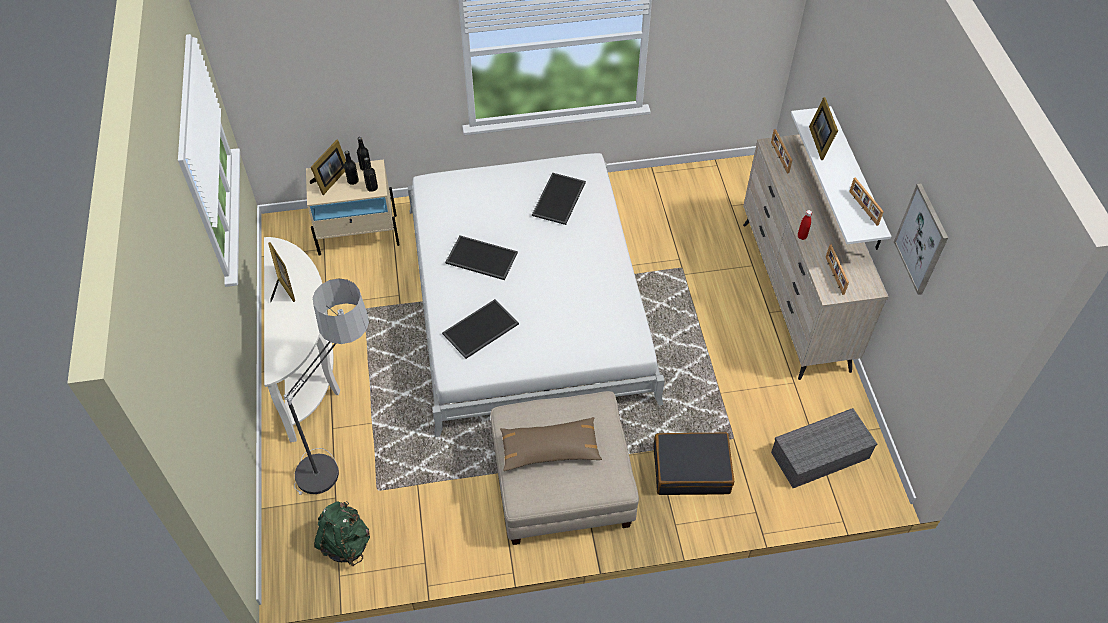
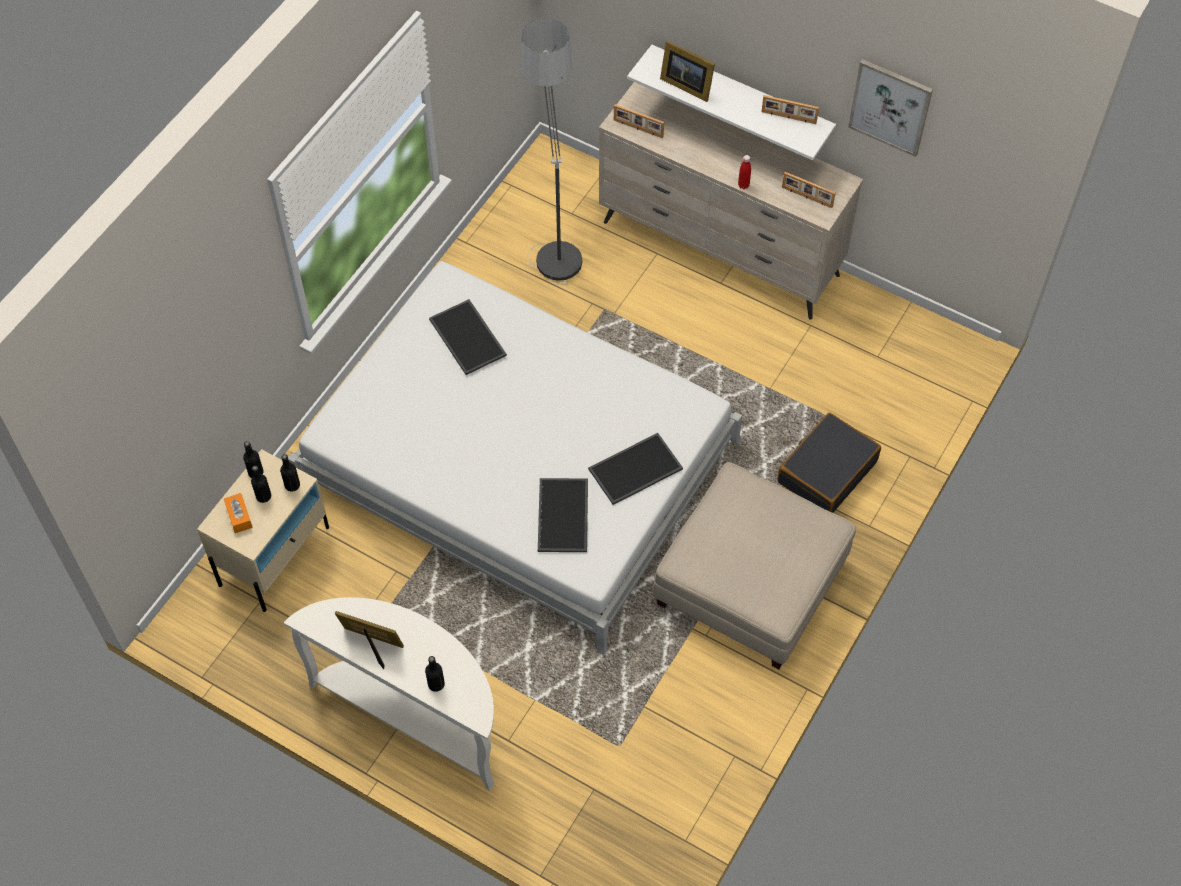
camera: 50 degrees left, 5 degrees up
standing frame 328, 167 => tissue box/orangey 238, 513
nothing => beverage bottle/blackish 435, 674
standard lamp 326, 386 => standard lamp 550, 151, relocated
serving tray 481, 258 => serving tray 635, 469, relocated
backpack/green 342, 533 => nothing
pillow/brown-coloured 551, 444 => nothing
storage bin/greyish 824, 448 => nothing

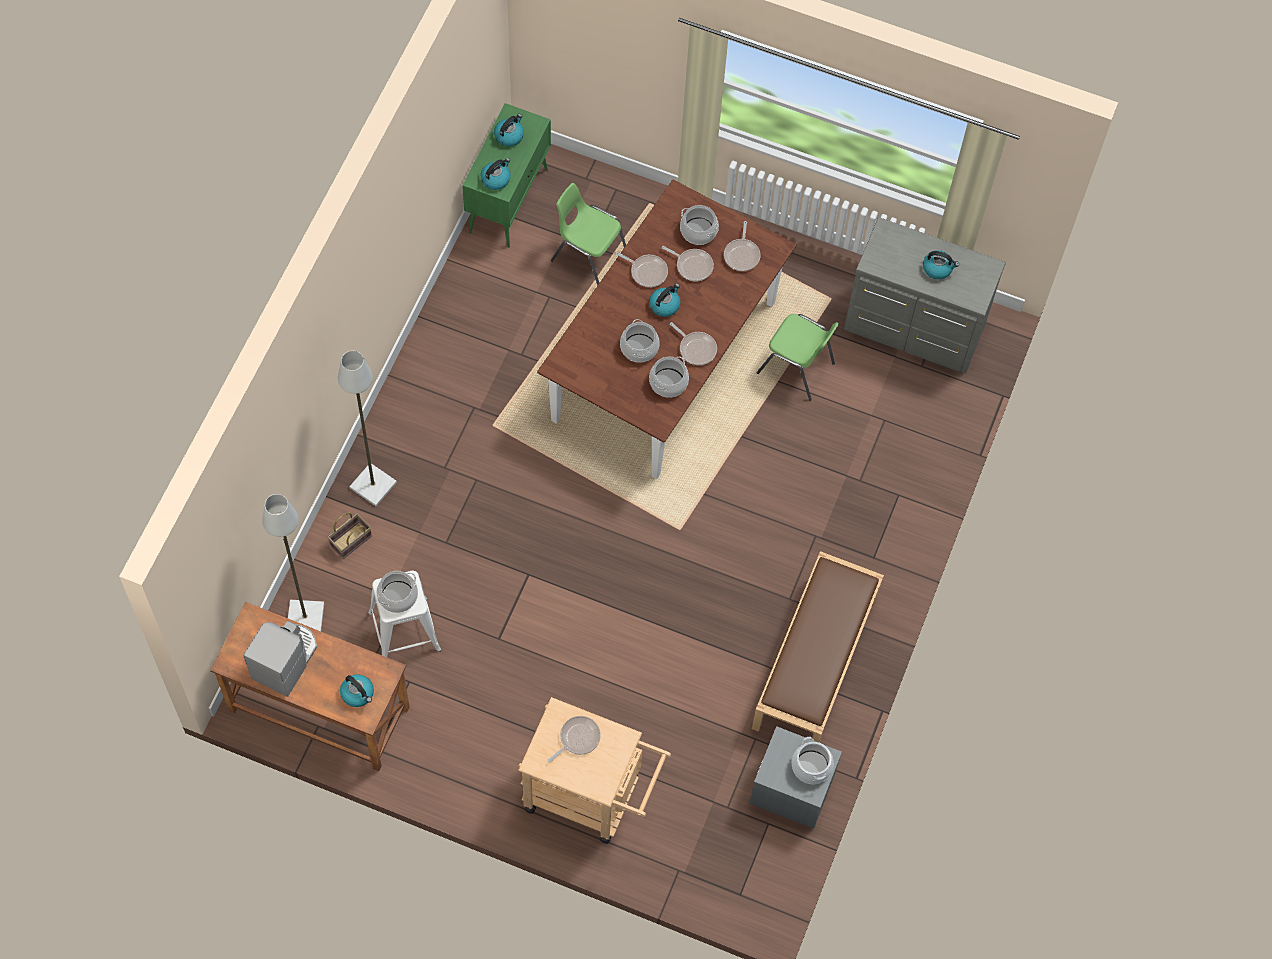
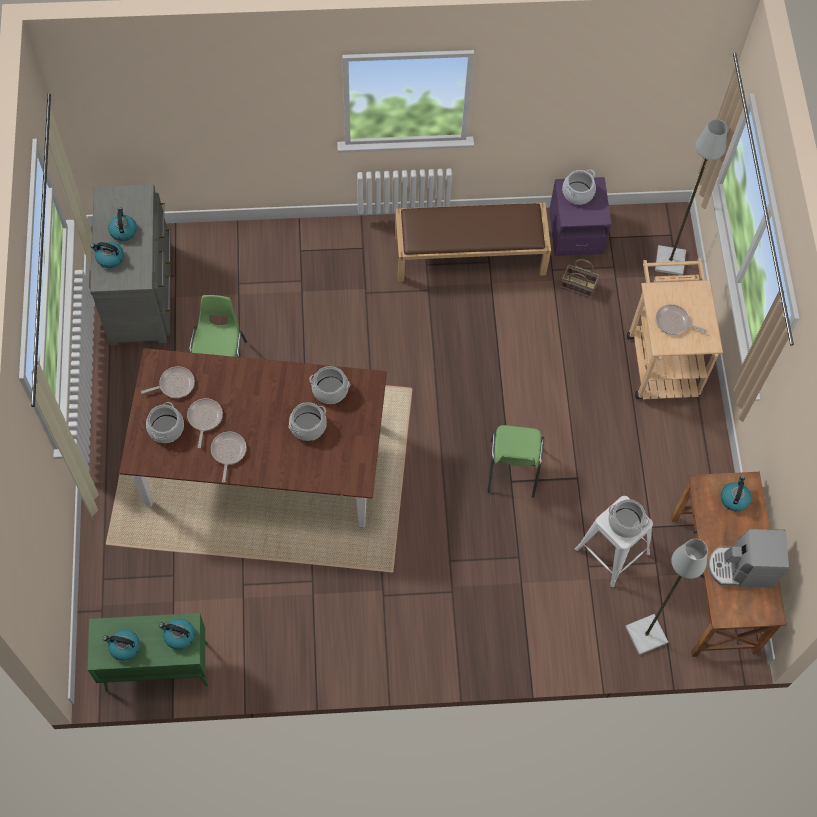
camera: 115 degrees left, 0 degrees up
water kettle 664, 300 => water kettle 107, 255, relocated
chair/green 588, 234 => chair/green 515, 461, relocated
nightstand/greyish 795, 777 => nightstand/purple 580, 216
household basket 350, 535 => household basket 580, 278, relocated
standard lamp/greyish 367, 428 => standard lamp/greyish 691, 197, relocated
skillet 693, 343 => nothing

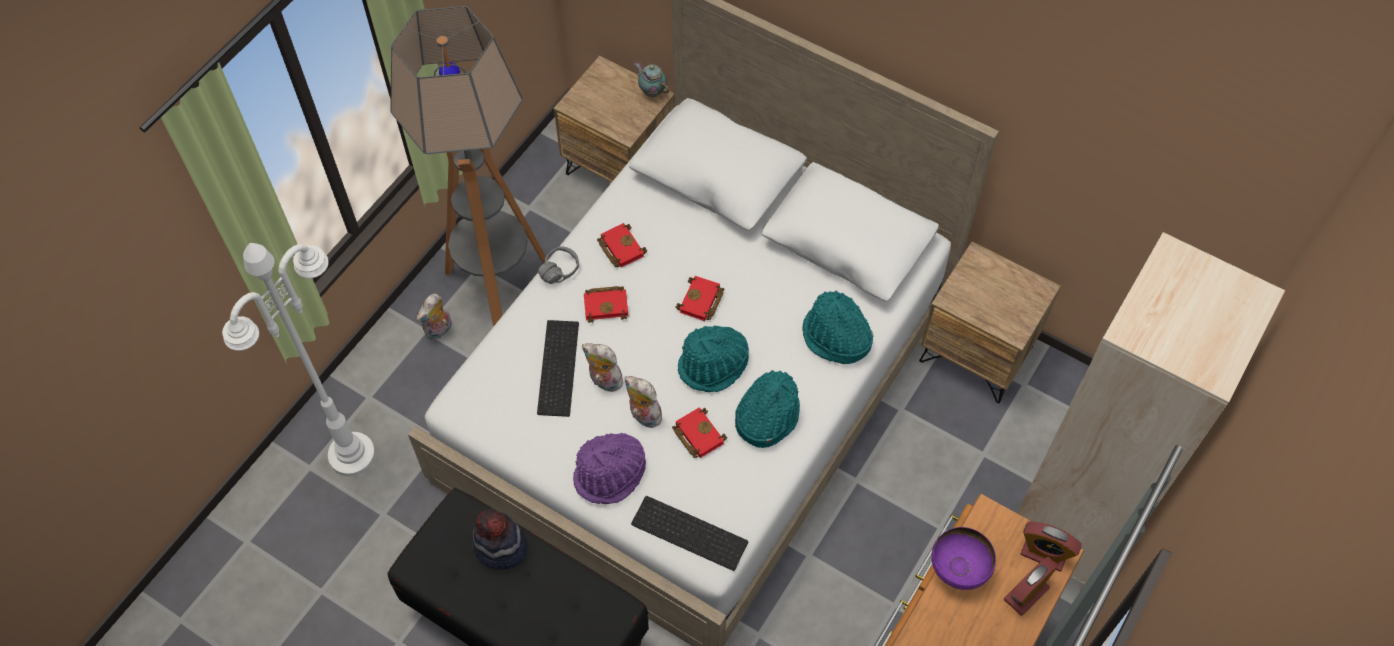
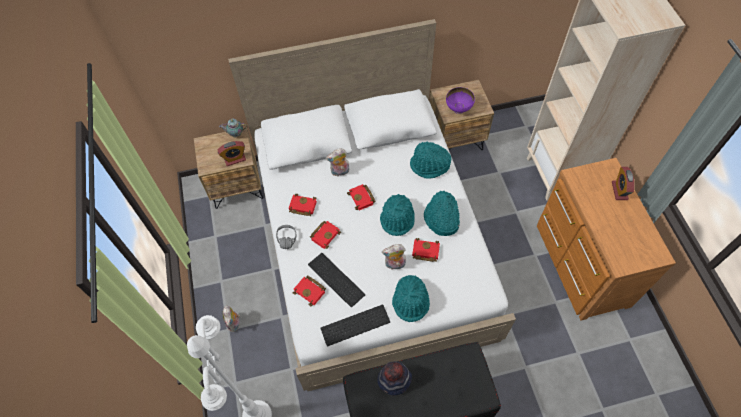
camera: 45 degrees left, 0 degrees up
table clock 1051, 546 => table clock 232, 153, relocated
nothing => bound book/reddish 309, 290
computer keyboard 689, 533 => computer keyboard 355, 325, relocated
cuddly toy 602, 367 => cuddly toy 338, 162, relocated
wearable hat/purple 609, 468 => wearable hat/turquoise 411, 298
serving bowl/purple 963, 558 => serving bowl/purple 460, 100, relocated
standard lamp 468, 166 => nothing

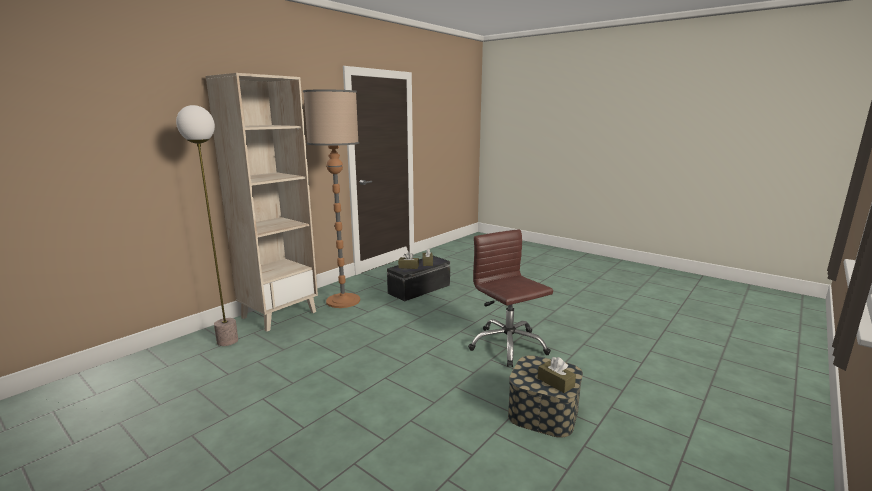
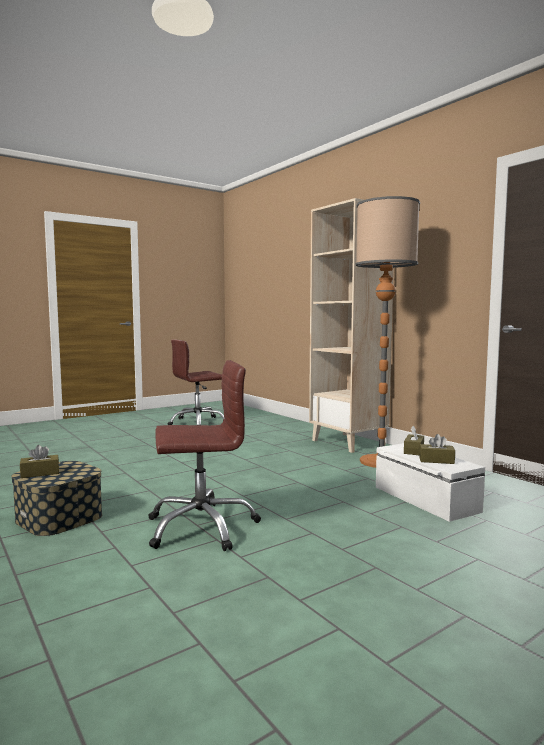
camera: 105 degrees right, 10 degrees down
nothing => desk chair/brown-coloured 196, 382
storage bin/blackish 418, 279 => storage bin/whitish 430, 482
standard lamp 207, 225 => nothing

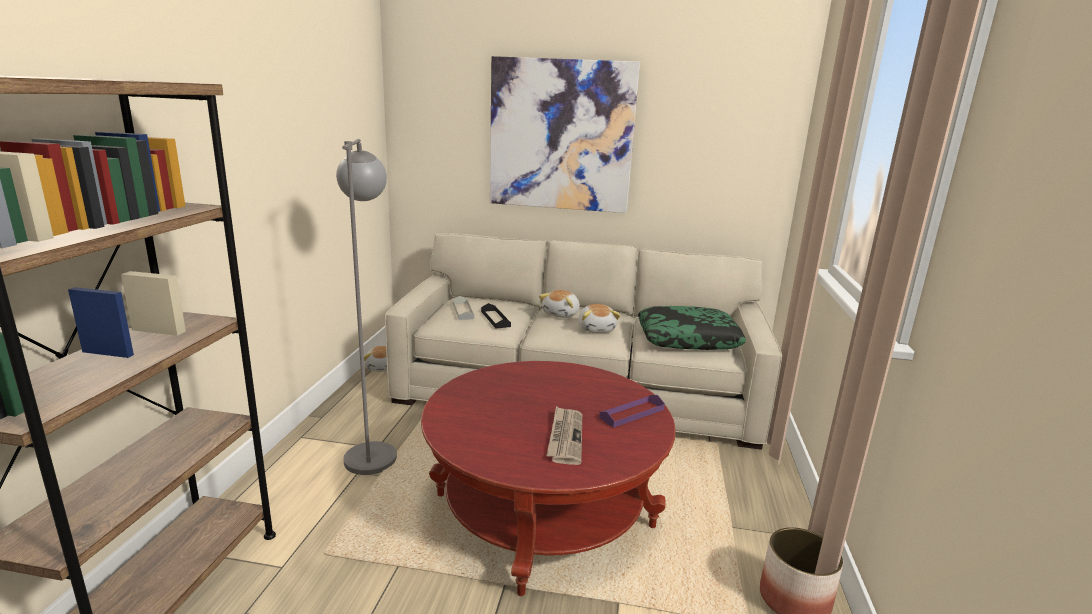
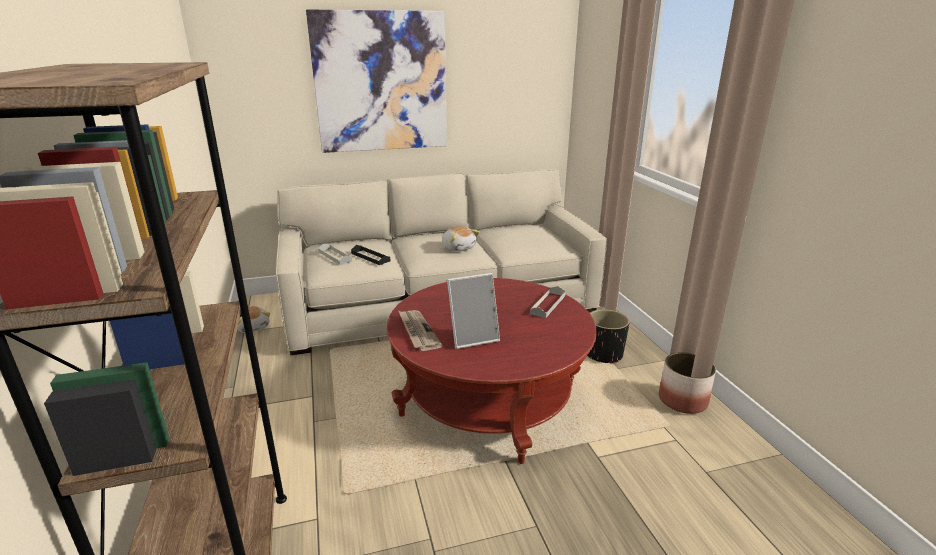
camera: 25 degrees left, 5 degrees up
daily paper 564, 435 => daily paper 421, 330, relocated
nothing => standing frame 473, 311
serving tray/purple 632, 411 => serving tray/greyish 548, 302
nothing => flower pot/blackish 608, 336
standard lamp/greyish 366, 307 => nothing
cuddly toy 559, 304 => nothing
pillow 692, 328 => nothing

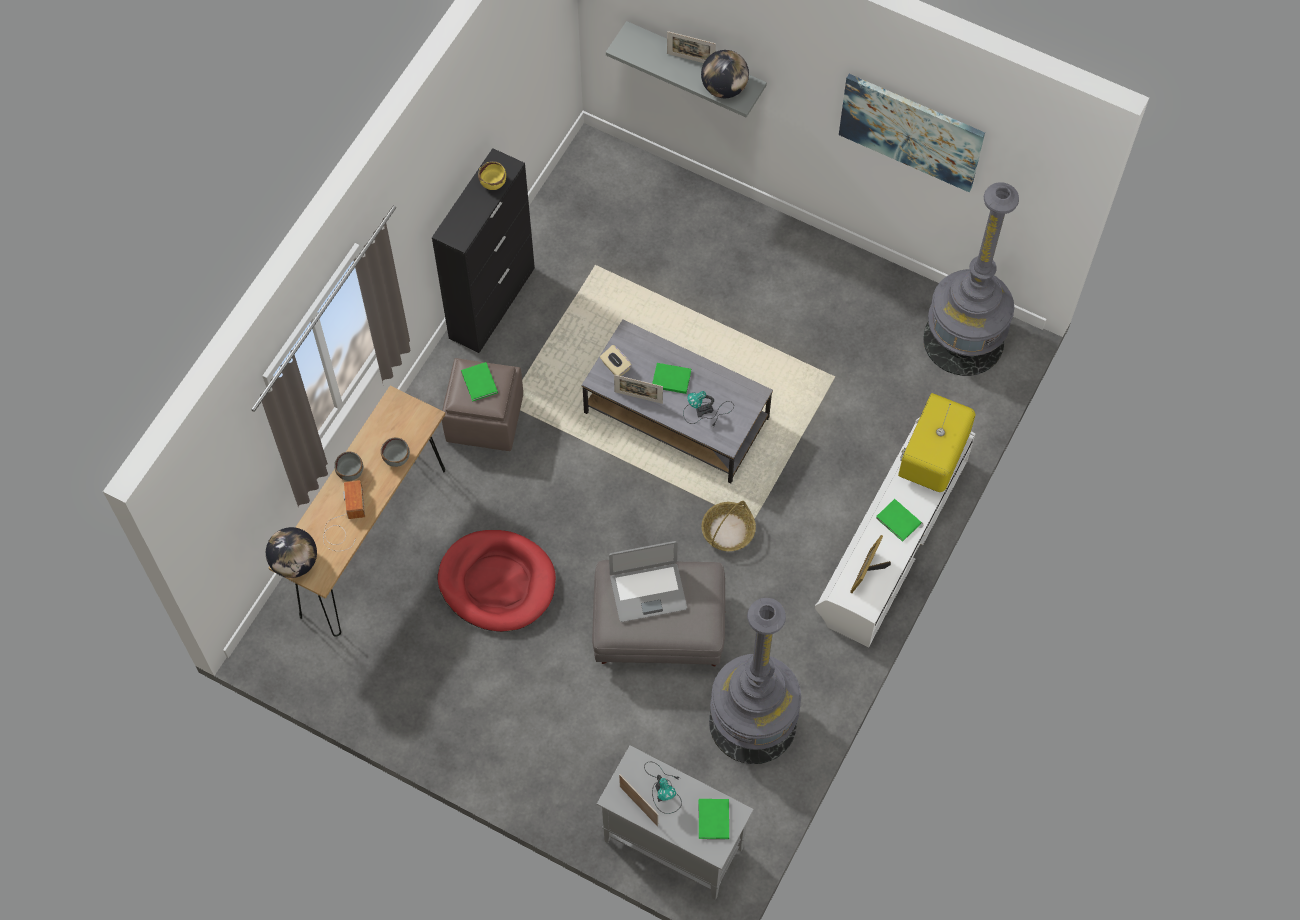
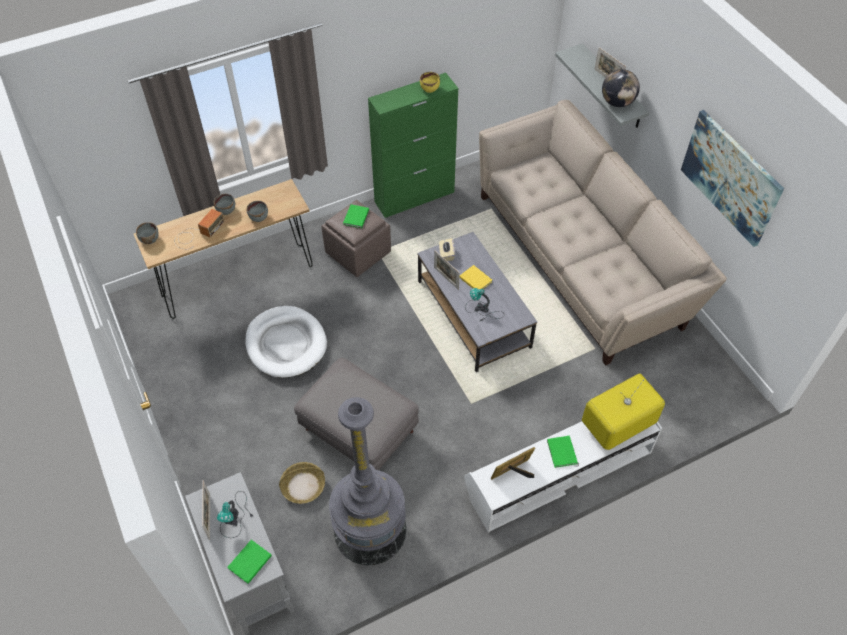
camera: 35 degrees right, 10 degrees down
world globe 291, 552 => serving bowl/greyish 147, 233
dog bed/reddish 497, 581 => dog bed/whitish 286, 342
household basket 729, 526 => household basket 302, 483, relocated
cabinet/blackish 483, 250 => cabinet/green 413, 145
bound book/green 671, 378 => bound book/yellowish 476, 277
nothing => sofa/sand-coloured 603, 233
portable computer 648, 581 => nothing
standard lamp/greyish 971, 279 => nothing

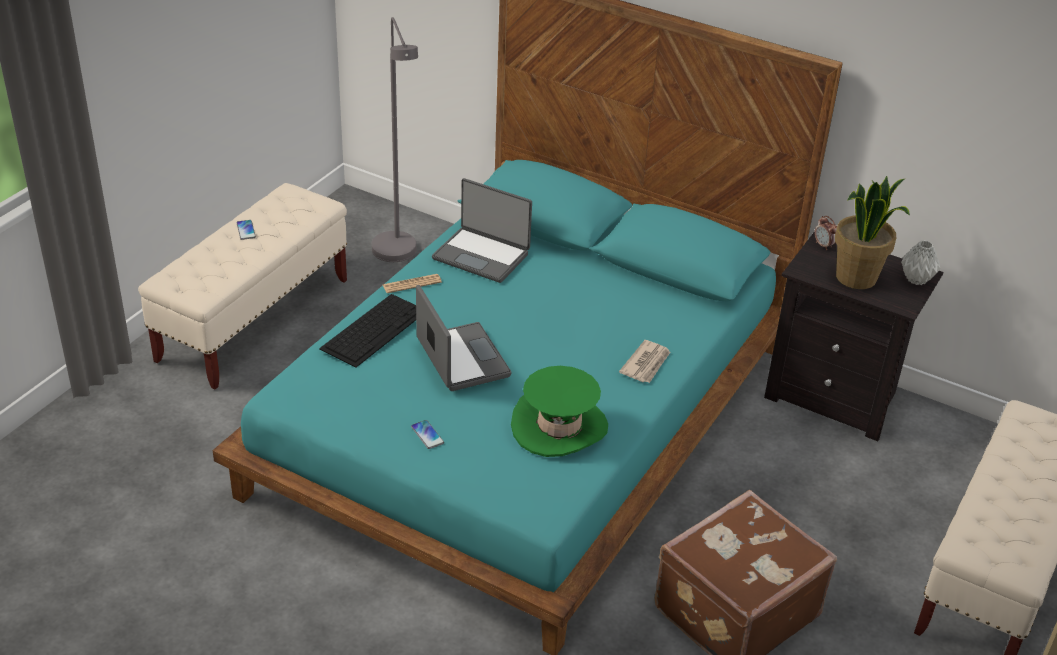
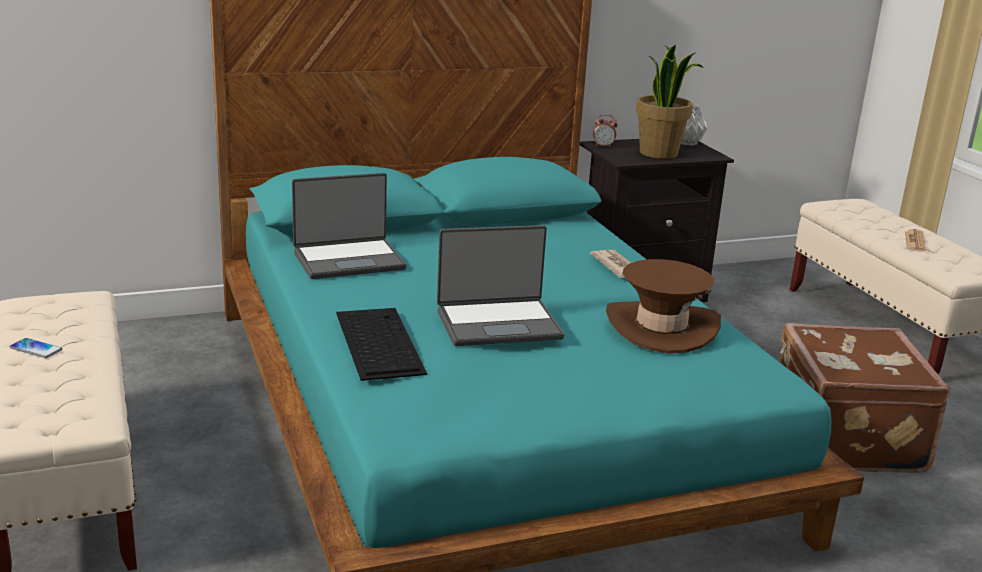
camera: 50 degrees left, 15 degrees down
portable computer 464, 338 => portable computer 500, 285, 150 degrees clockwise
wearable hat/green 559, 411 => wearable hat/brown-coloured 663, 306
daily paper 412, 283 => daily paper 915, 240, relocated
standard lamp/greyish 395, 139 => nothing
phone 427, 434 => nothing

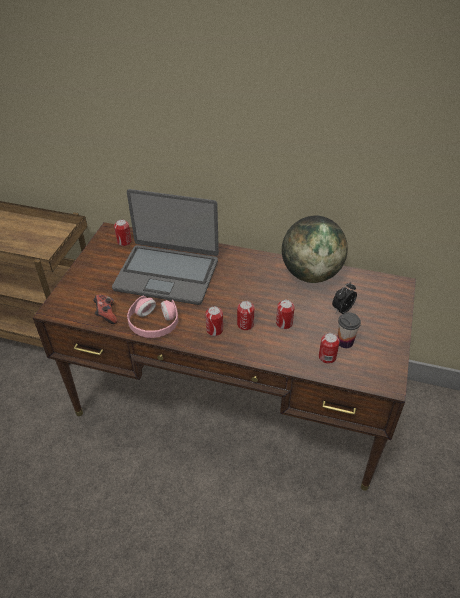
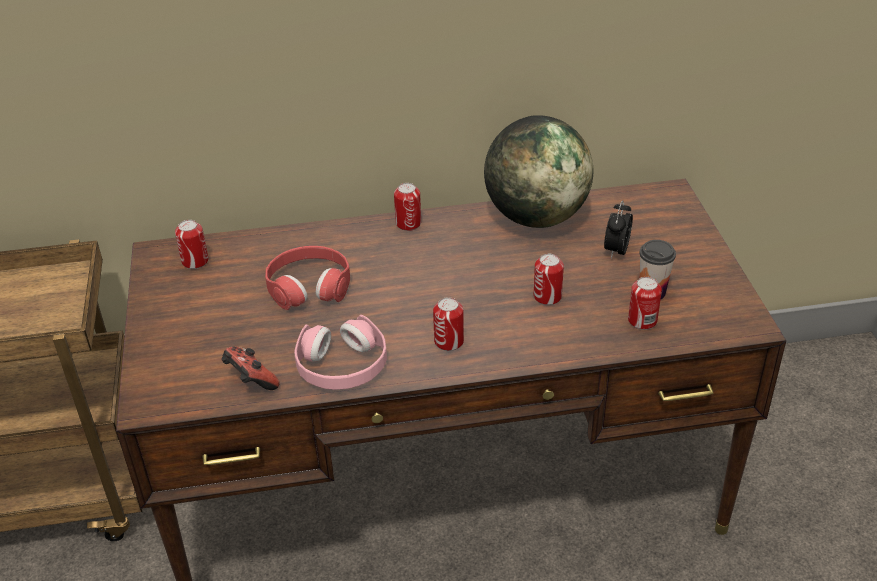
camera: 25 degrees left, 5 degrees down
portable computer 165, 247 => pair of headphones/reddish 307, 278
sealed can 246, 315 => sealed can 407, 207, relocated

